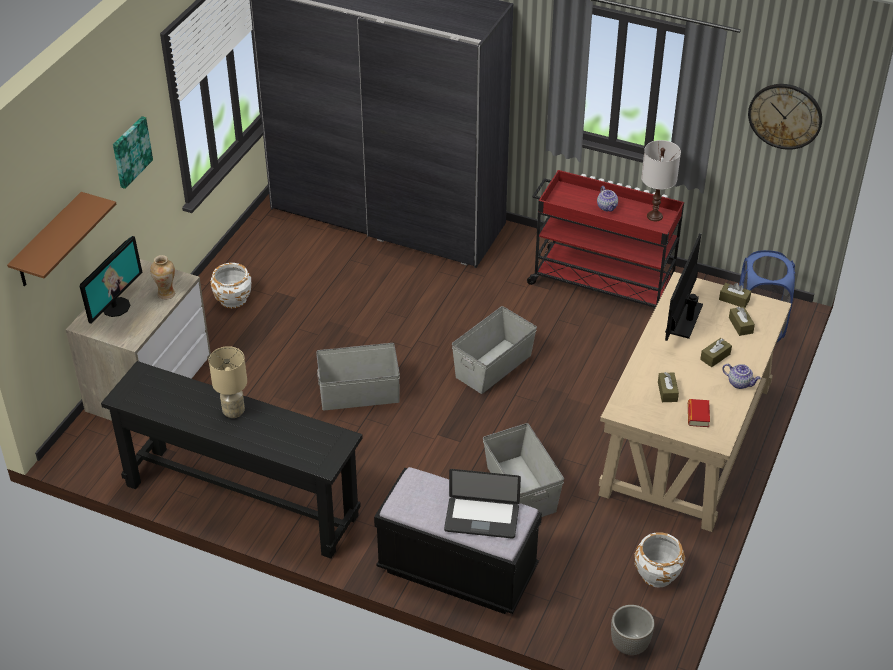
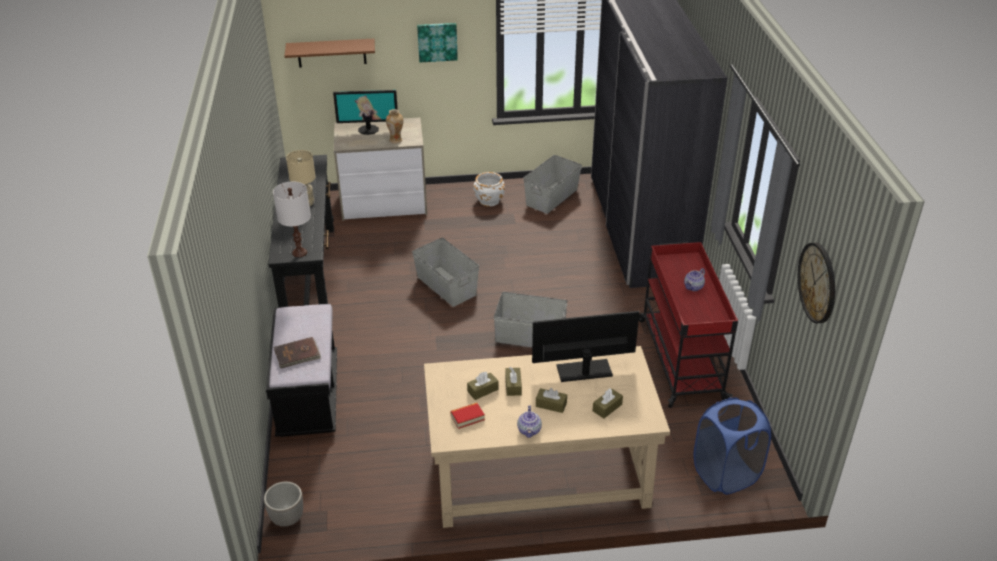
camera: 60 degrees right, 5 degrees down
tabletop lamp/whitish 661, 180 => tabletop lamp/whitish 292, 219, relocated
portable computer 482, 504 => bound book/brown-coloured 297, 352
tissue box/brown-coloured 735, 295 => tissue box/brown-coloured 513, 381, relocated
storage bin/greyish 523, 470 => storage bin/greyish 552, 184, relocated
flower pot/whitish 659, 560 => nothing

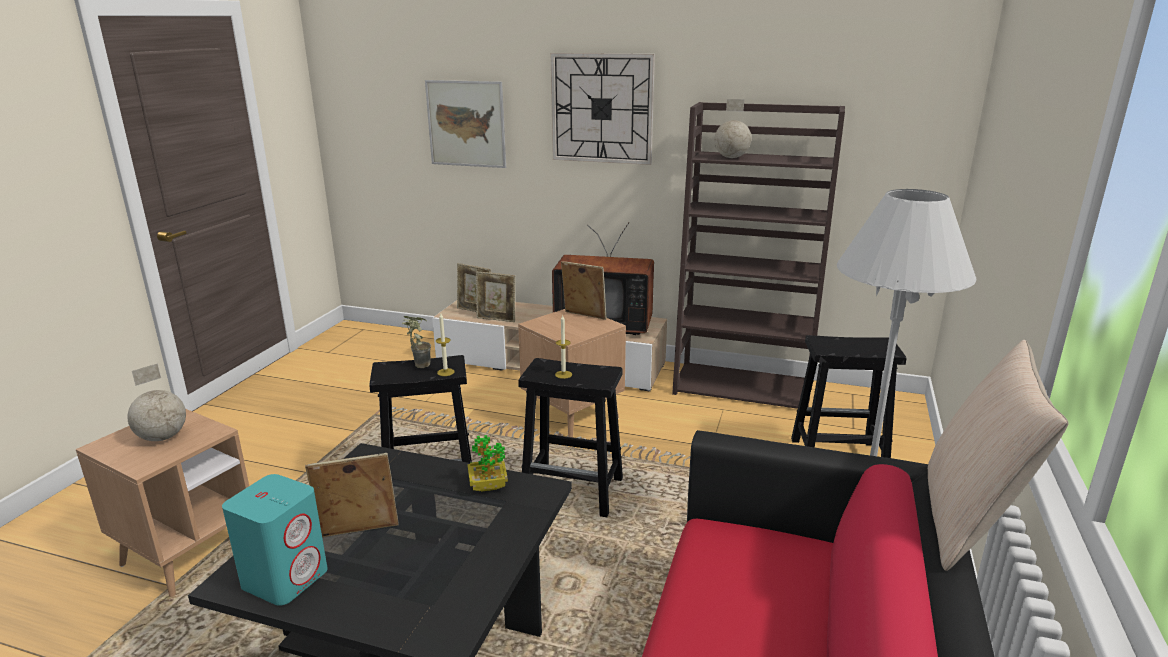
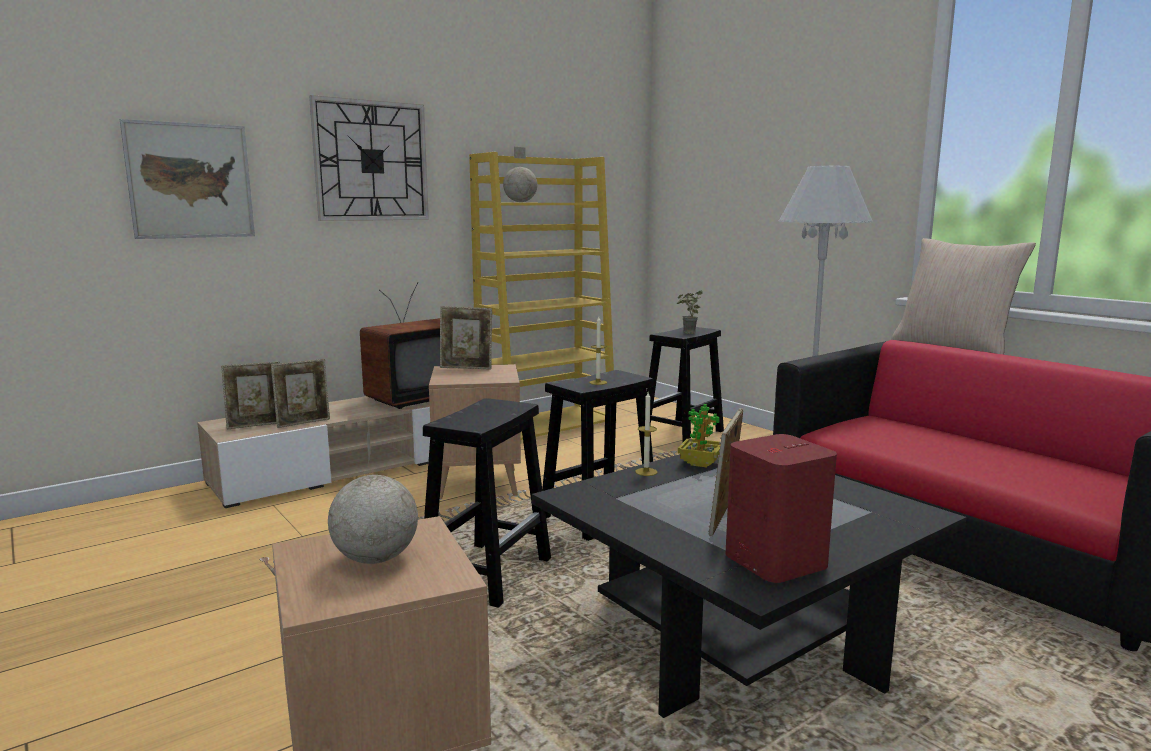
camera: 55 degrees left, 10 degrees down
standing frame 583, 290 => standing frame 466, 338, 150 degrees counterclockwise
bookshelf/brown-coloured 758, 255 => bookshelf/yellowish 541, 296
wax candle 445, 344 => wax candle 646, 434, relocated
plant in a pot 416, 342 => plant in a pot 689, 312, relocated
audio speaker/turquoise 274, 540 => audio speaker/reddish 781, 508

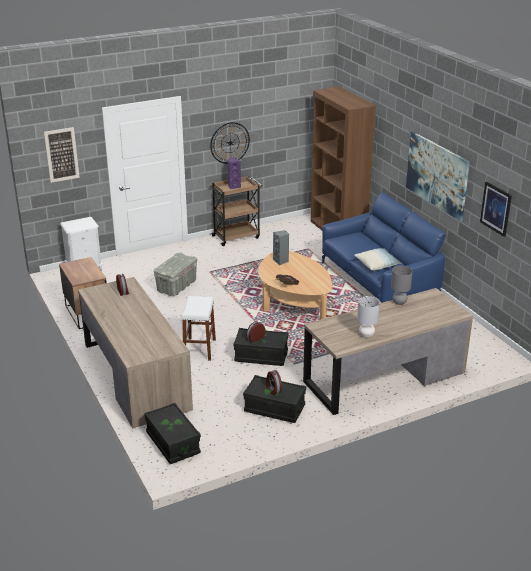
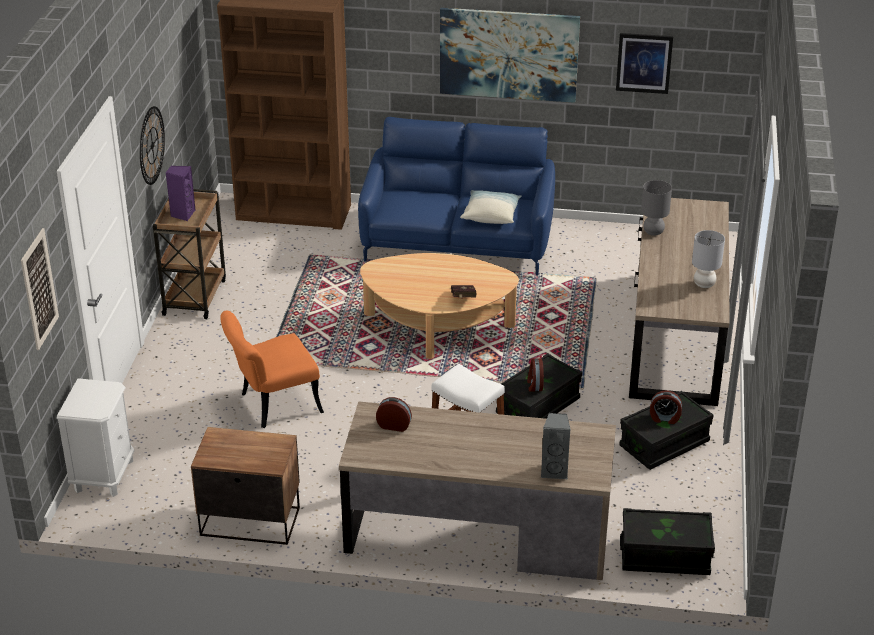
camera: 55 degrees left, 5 degrees up
storage bin/greyish 175, 274 => chair/orangey 272, 369
audio speaker/greyish 281, 247 => audio speaker/greyish 556, 446, relocated

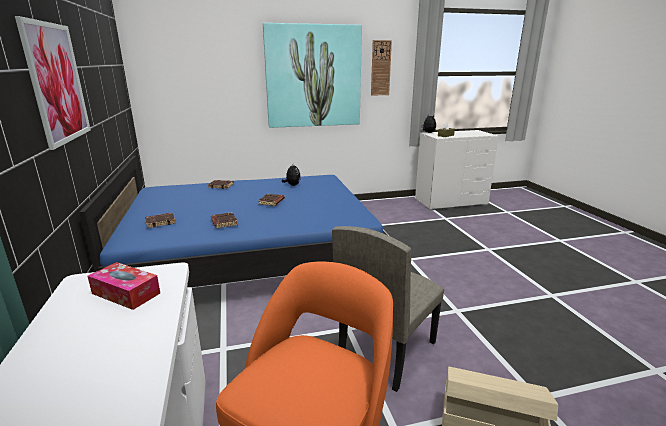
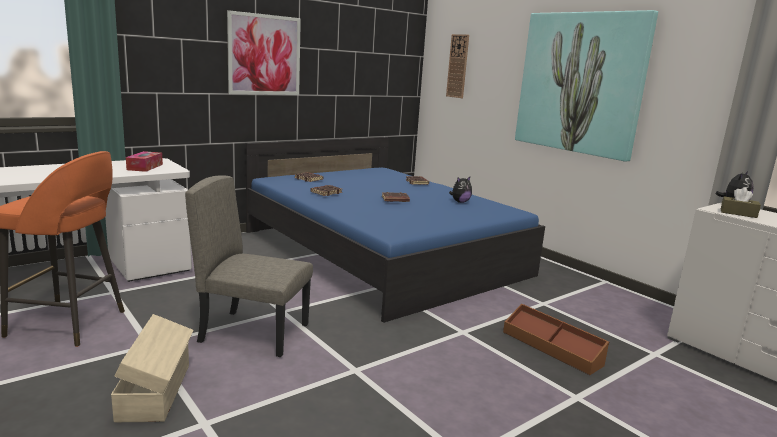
camera: 65 degrees right, 5 degrees down
wall clock 381, 68 => wall clock 457, 66, relocated
nothing => storage bin/brown-coloured 556, 339

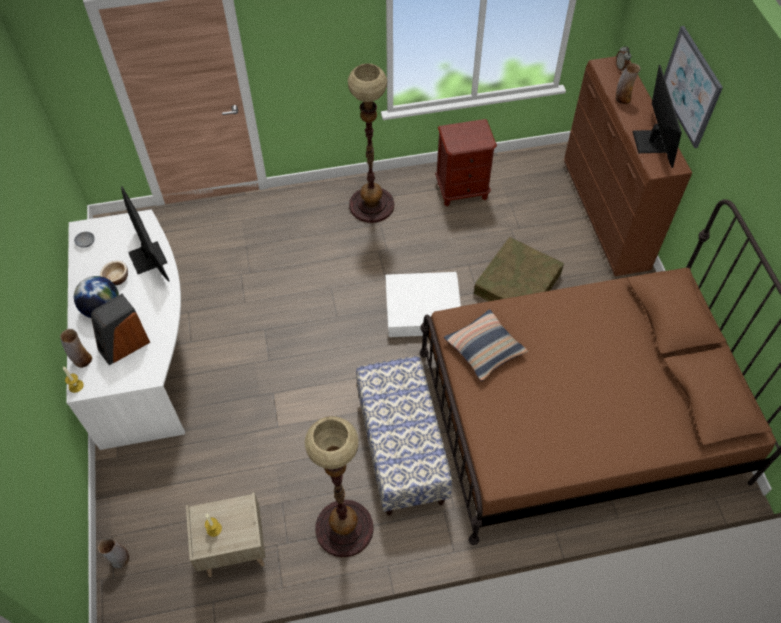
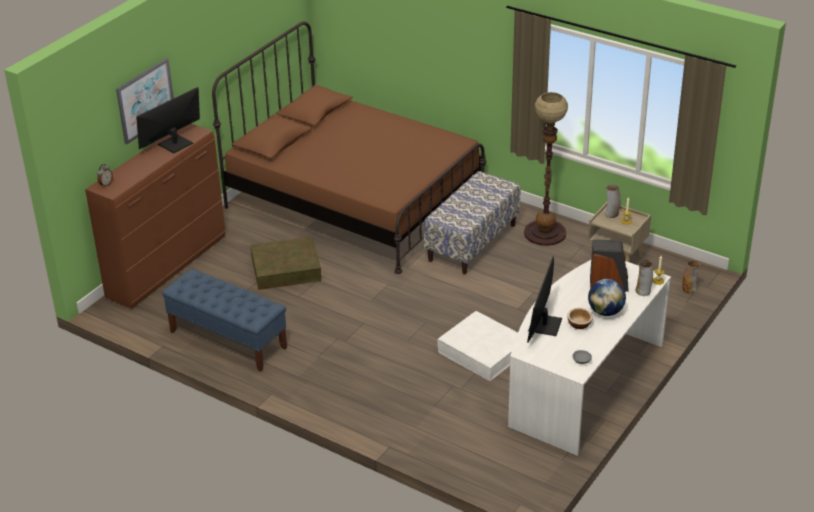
camera: 135 degrees left, 20 degrees down
nightstand/brown-coloured 466, 163 => long seat/blue 224, 320
storage bin/whitish 423, 304 => storage bin/whitish 477, 346, relocated
vase 628, 83 => vase 612, 201, relocated
standard lamp 371, 143 => nothing
pillow 486, 345 => nothing

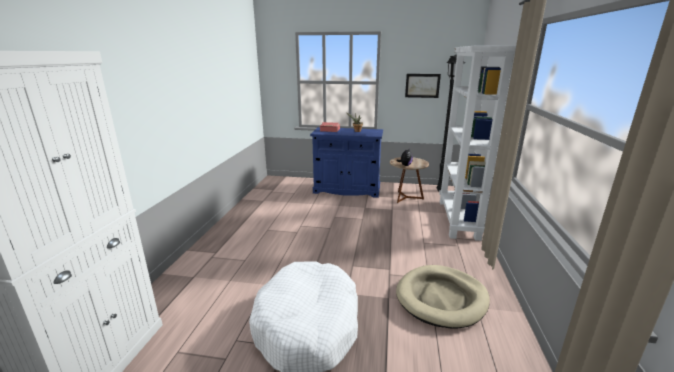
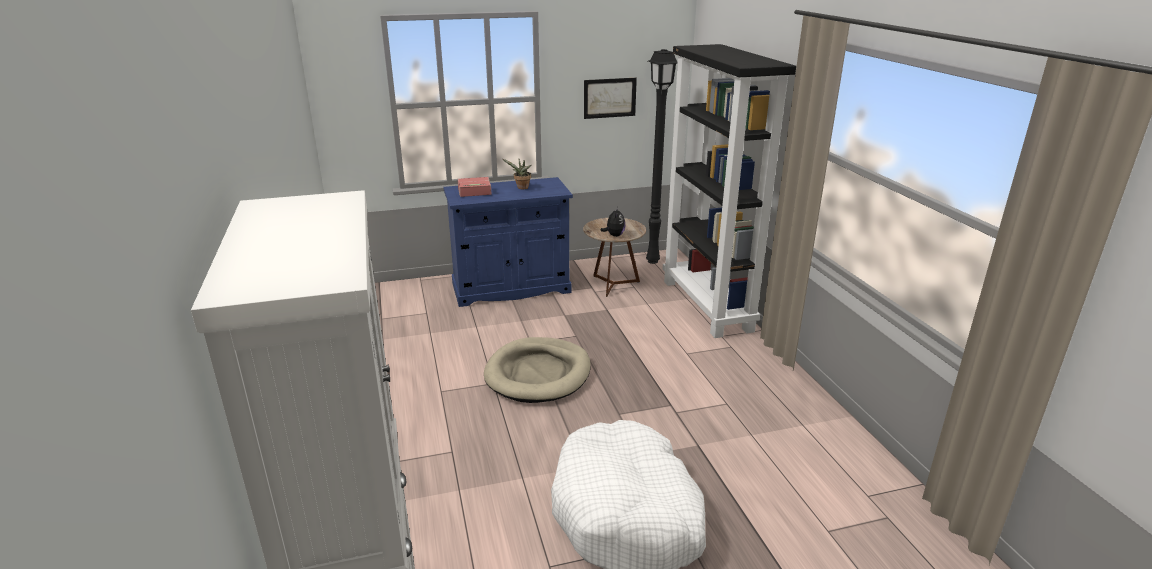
camera: 25 degrees left, 5 degrees up
dog bed/sand-coloured 443, 297 => dog bed/sand-coloured 537, 370, relocated
bookshelf/whitish 477, 143 => bookshelf/blackish 729, 191

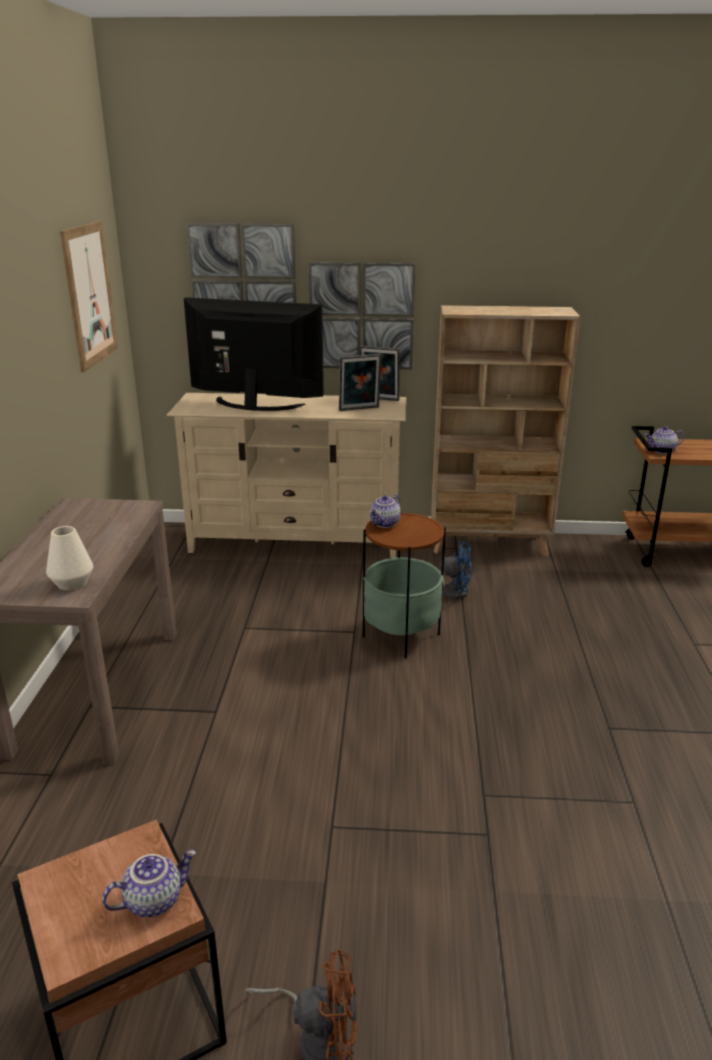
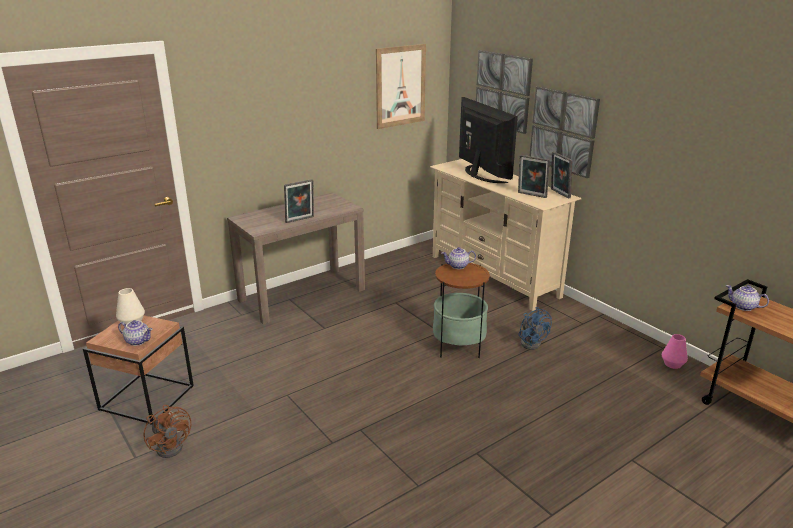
camera: 50 degrees right, 0 degrees up
vase/whitish 69, 558 => vase/whitish 130, 306, relocated
nothing => standing frame 299, 201
nothing => vase/pink 675, 351
bookshelf/sand-coloured 506, 431 => nothing

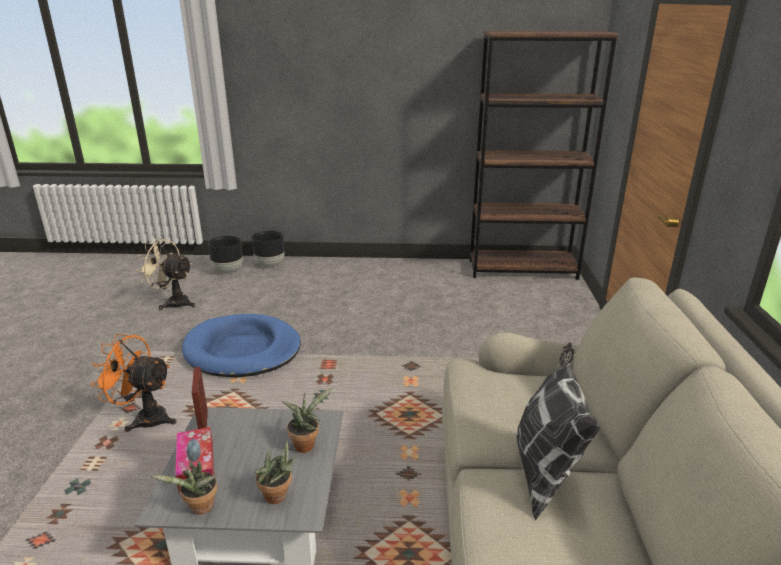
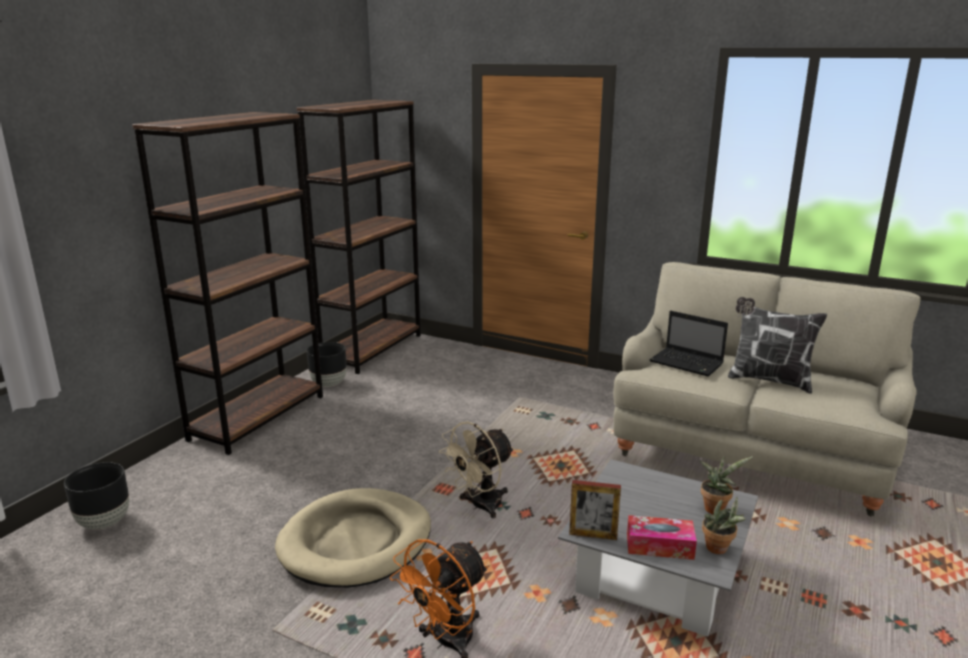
camera: 65 degrees left, 5 degrees down
nothing => bookshelf/brown-coloured 227, 283
dog bed/blue 241, 345 => dog bed/sand-coloured 353, 538
flower pot/blackish 267, 249 => flower pot/blackish 327, 364, relocated
cooling fan/sand-coloured 165, 274 => cooling fan/sand-coloured 476, 470, relocated
nothing => portable computer 689, 344
plant in a pot 307, 420 => nothing

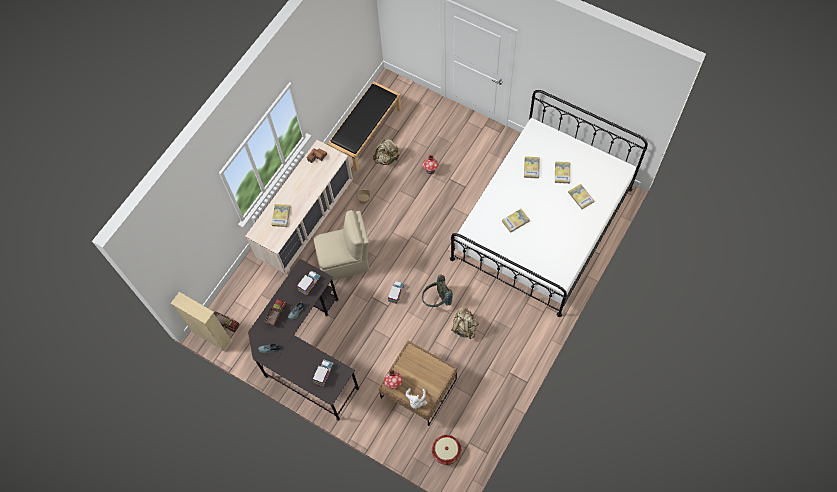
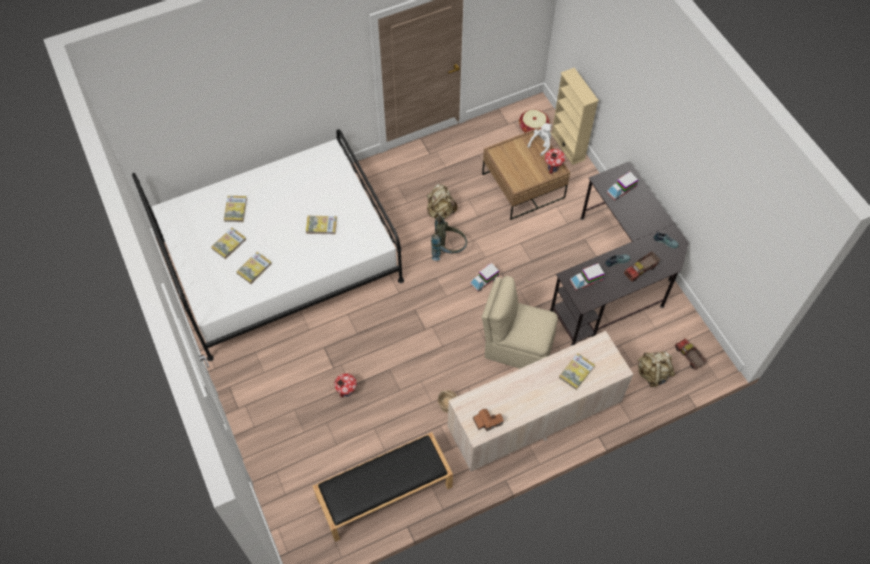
camera: 150 degrees left, 5 degrees down
bookshelf/sand-coloured 202, 321 => bookshelf/sand-coloured 575, 116, relocated
backpack/sand-coloured 387, 151 => backpack/sand-coloured 656, 369, relocated

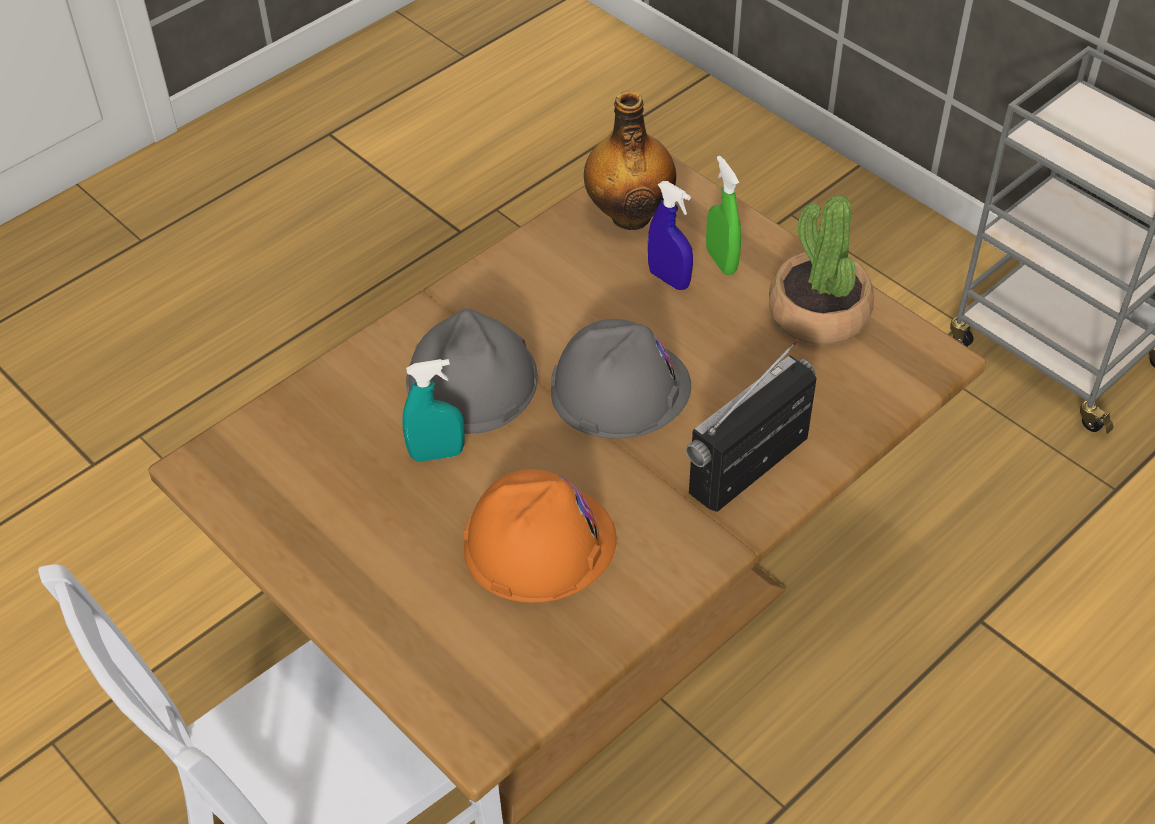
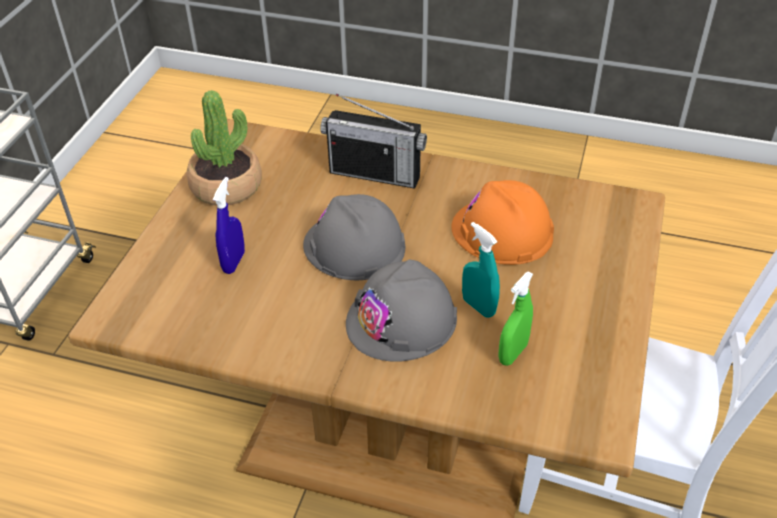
camera: 120 degrees left, 5 degrees down
spray bottle/green 723, 215 => spray bottle/green 515, 318, relocated
beverage bottle 630, 160 => nothing

